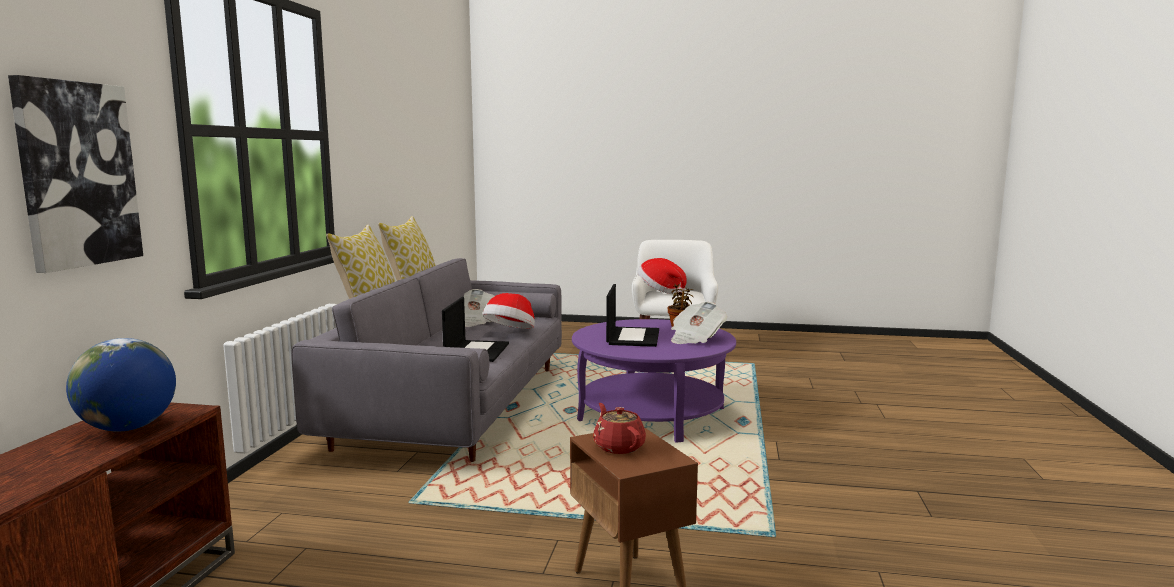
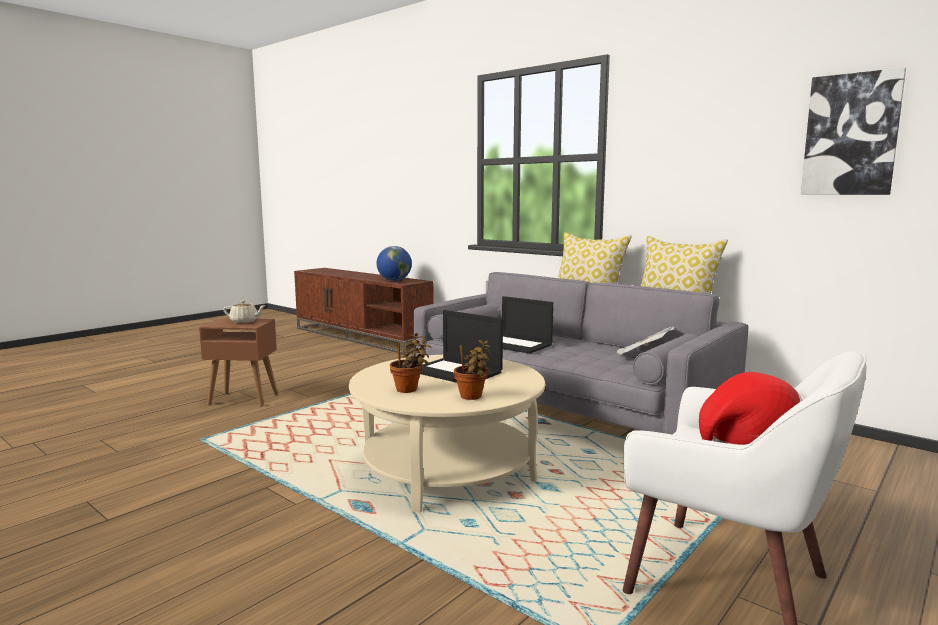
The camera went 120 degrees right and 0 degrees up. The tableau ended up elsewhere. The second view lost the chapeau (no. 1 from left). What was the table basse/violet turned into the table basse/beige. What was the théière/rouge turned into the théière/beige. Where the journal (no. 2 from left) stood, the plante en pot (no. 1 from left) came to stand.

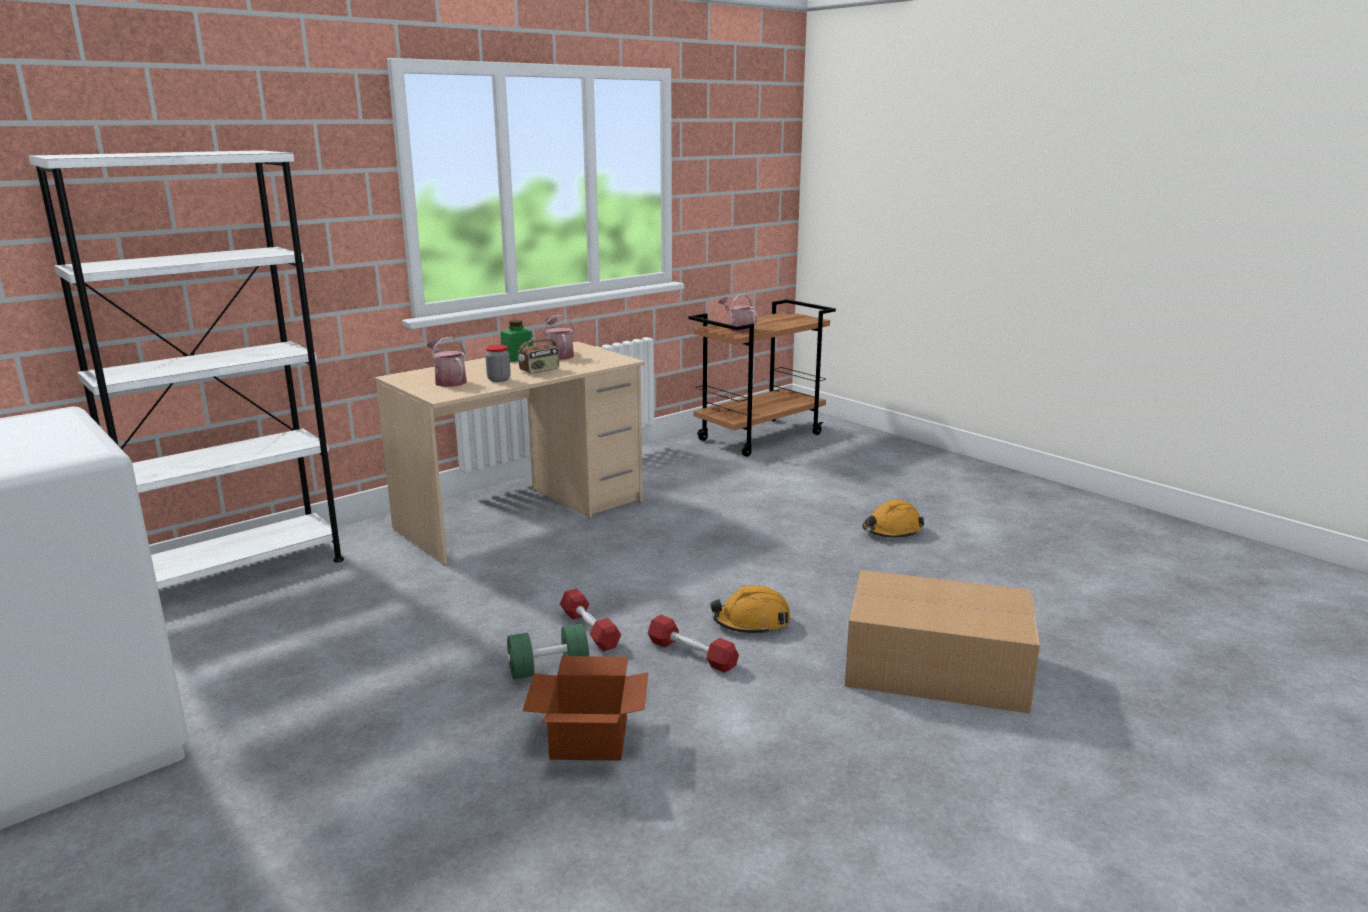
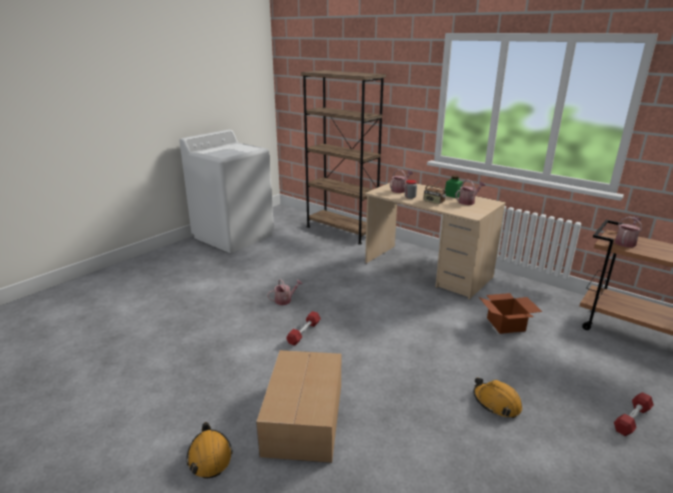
The camera went 80 degrees right and 5 degrees up. What was the bibliothèque/blanc turned into the bibliothèque/marron. Where the haltère/vert stood, the arrosoir (no. 1 from left) came to stand. The carton (no. 1 from left in the first image) ended up elsewhere. The haltère/rouge (no. 1 from left in the first image) ended up elsewhere. The casque de chantier/orange (no. 1 from left) ended up elsewhere.

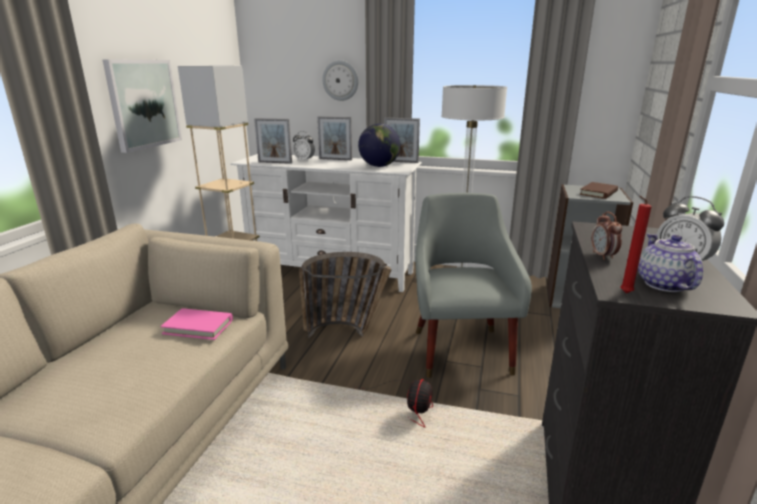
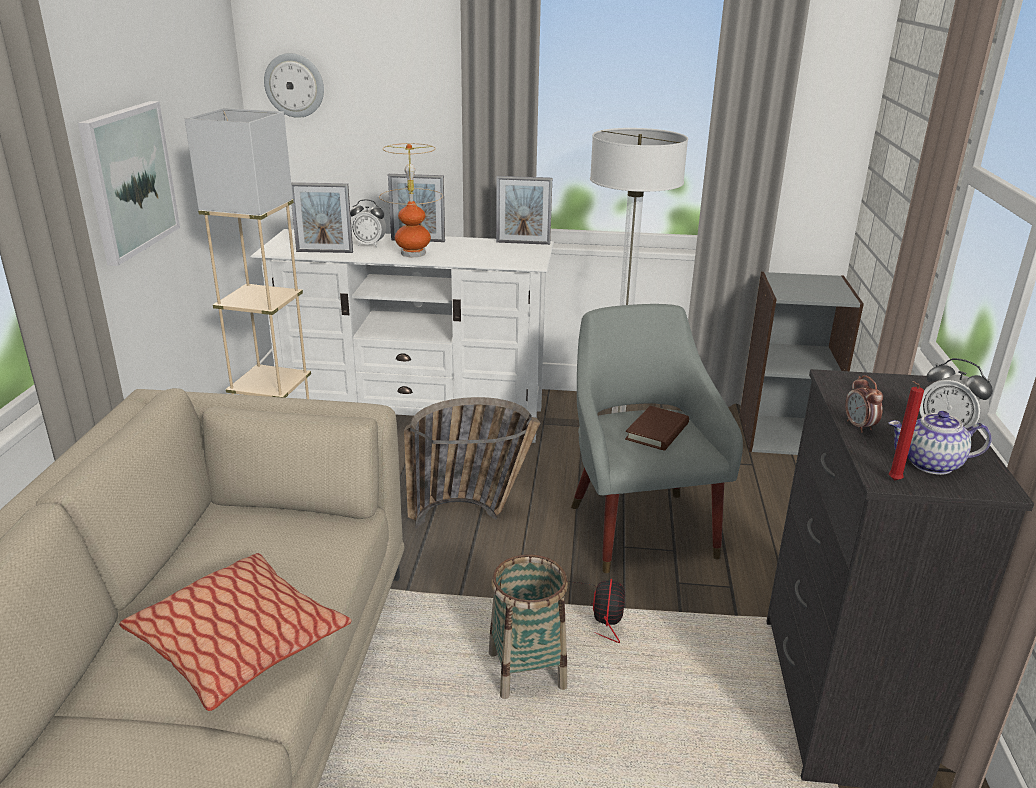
The camera went 10 degrees left and 5 degrees up. The second view lost the livre/rose. The horloge murale ended up elsewhere. The second view lost the globe. The livre/marron ended up elsewhere. The théière ended up facing another way, 75 degrees counterclockwise from before. The second view gained the coussin. The second view gained the lampe de table. The second view gained the panier (no. 2 from left).

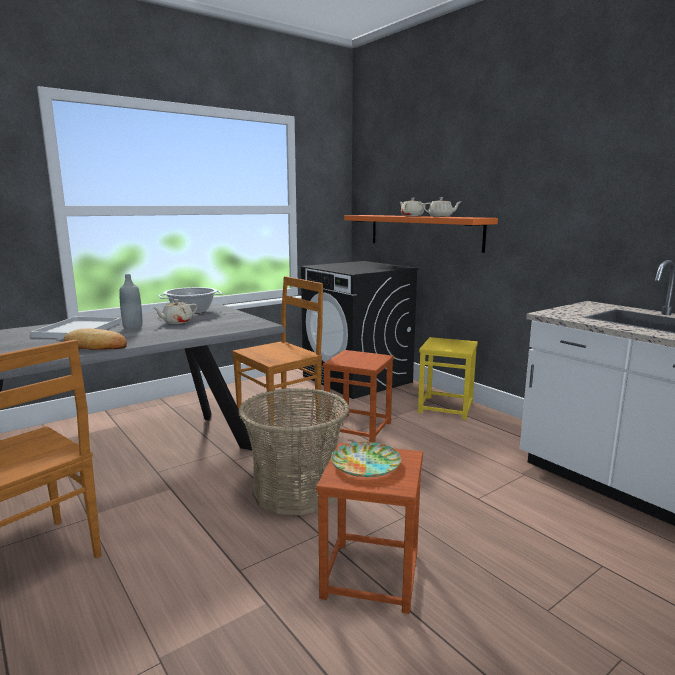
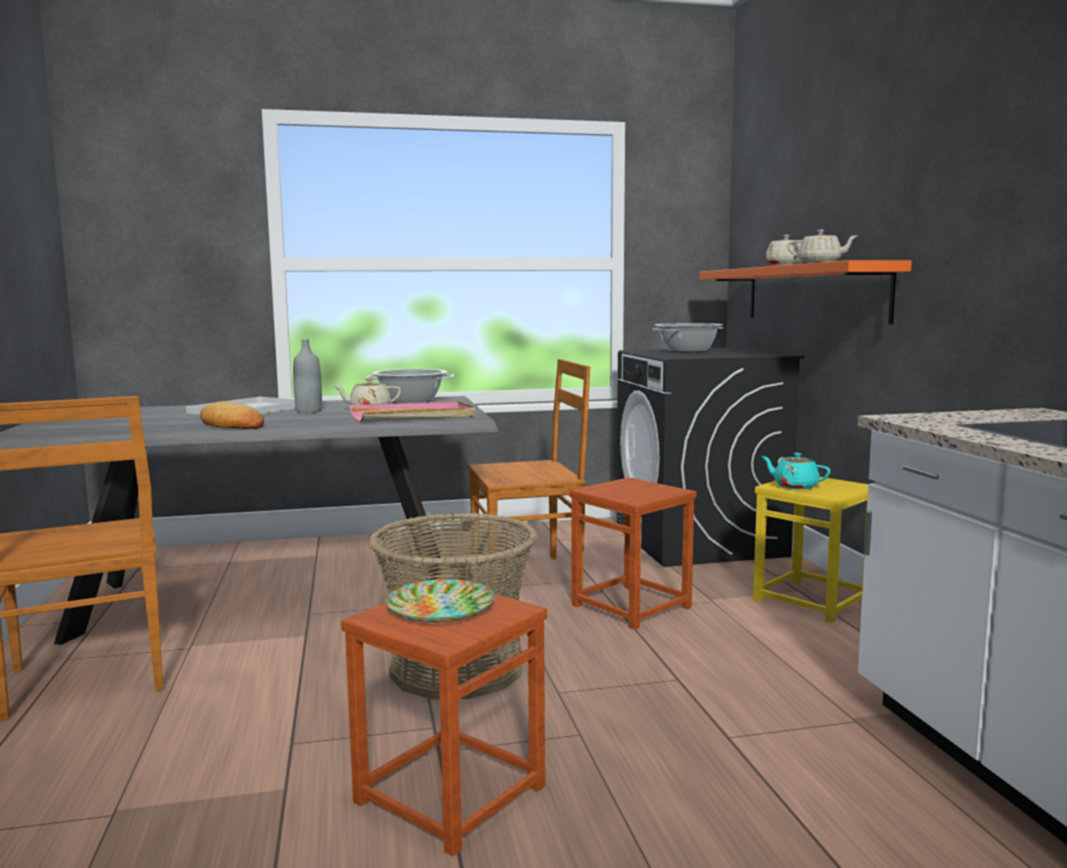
The camera went 25 degrees right and 5 degrees down. The second view gained the plateau/rose. The second view gained the marmite (no. 2 from left). The second view gained the théière/turquoise.

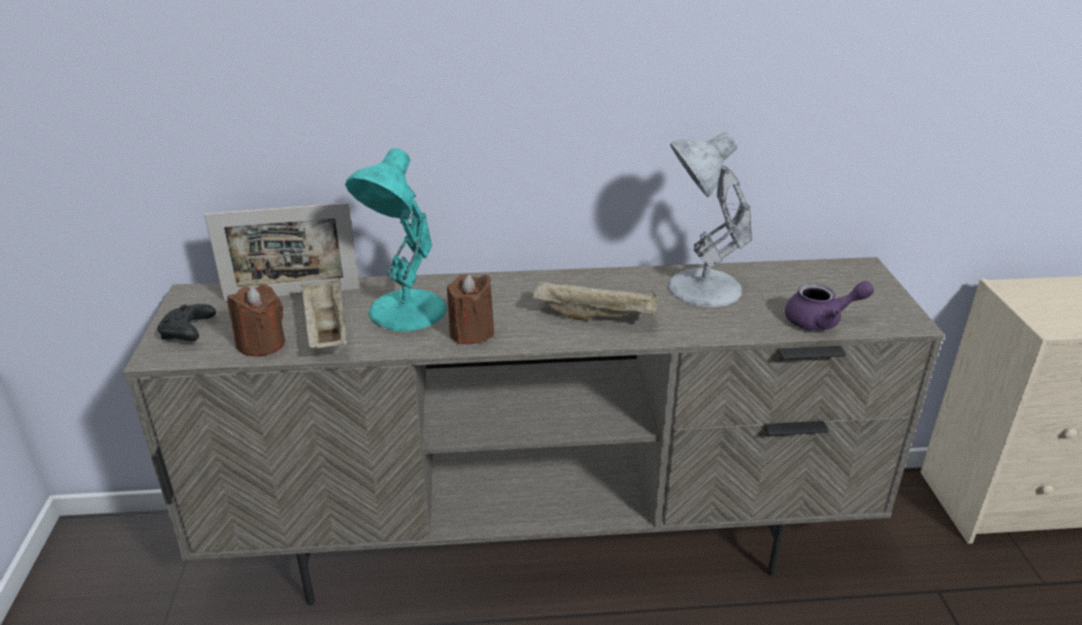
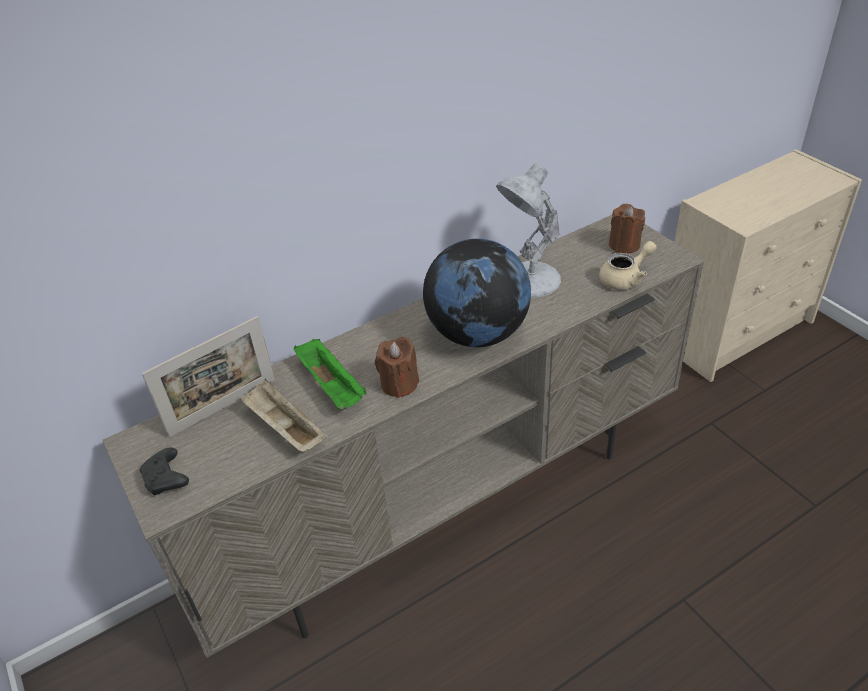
The camera went 25 degrees left and 10 degrees up. The bougie/marron (no. 1 from left in the first image) ended up elsewhere. Where the lampe de table/turquoise stood, the plateau/vert came to stand. Where the plateau/beige (no. 2 from left) stood, the globe came to stand. What was the théière/violet turned into the théière/beige.

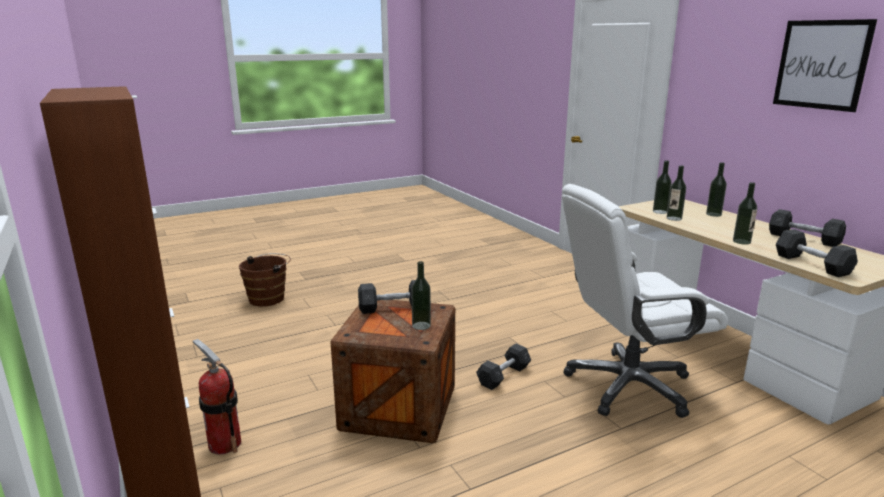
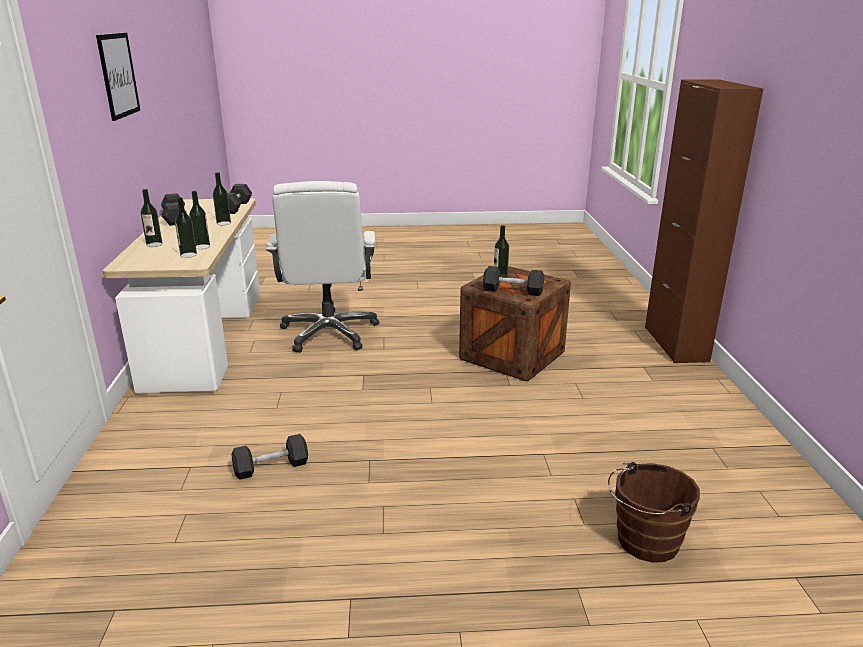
The camera went 155 degrees left and 5 degrees up. The second view lost the extincteur. The haltère/gris (no. 2 from left in the first image) ended up elsewhere. The chaise de bureau/blanc ended up facing another way, 75 degrees clockwise from before.

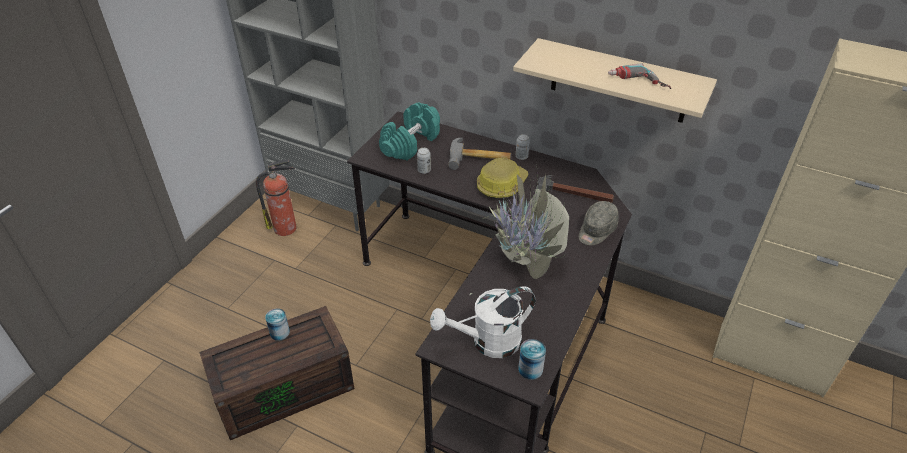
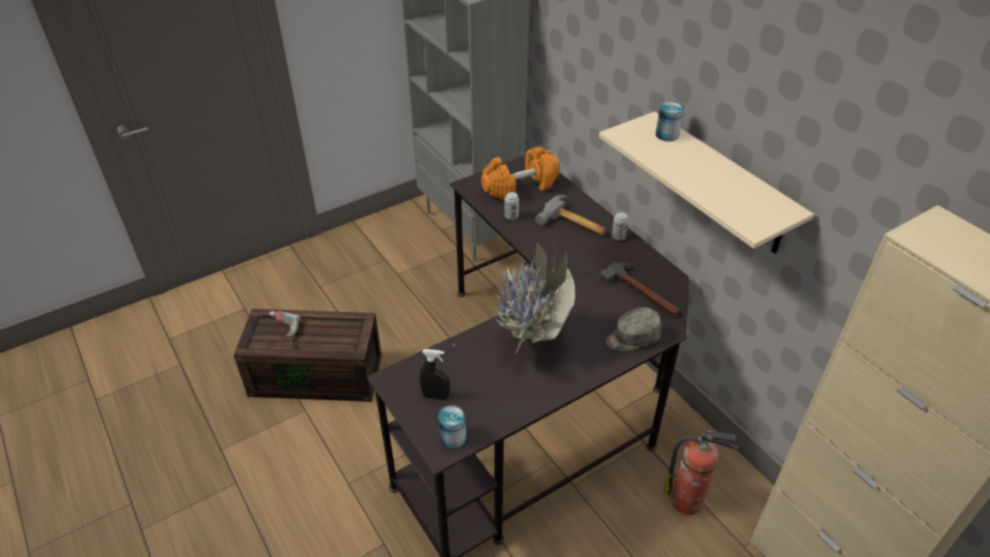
The camera went 30 degrees right and 0 degrees up. The extincteur ended up elsewhere. The boîte métallique (no. 1 from left in the first image) ended up elsewhere. What was the haltère/turquoise turned into the haltère/orange. Where the arrosoir/blanc stood, the vaporisateur/noir came to stand. The second view lost the casque de chantier. The perceuse ended up elsewhere.

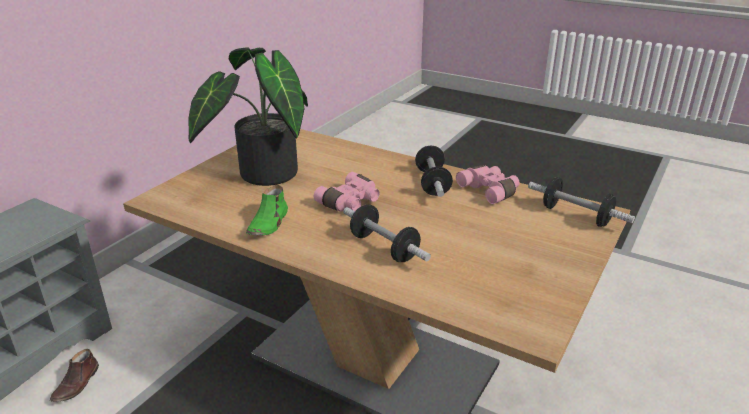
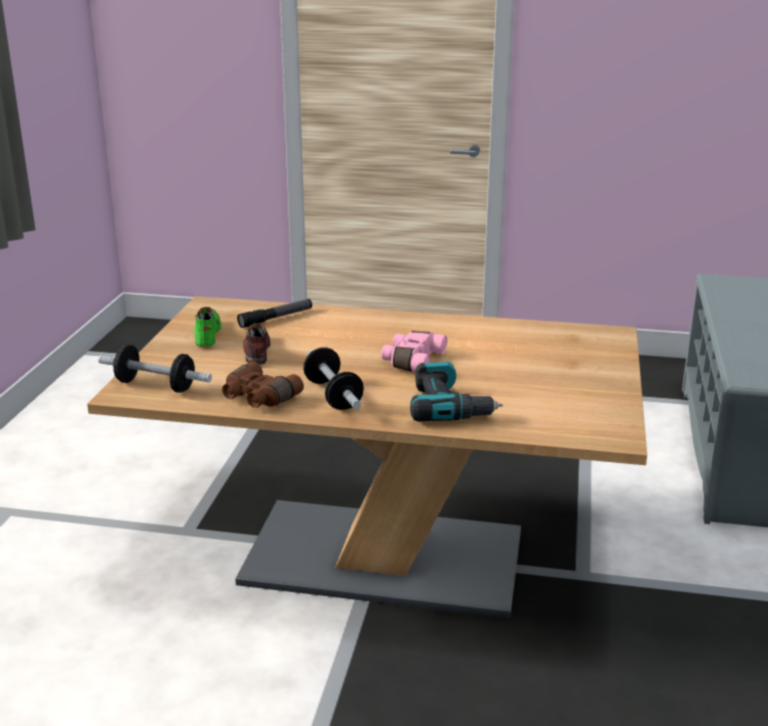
The camera went 160 degrees right and 5 degrees down. The chaussure/marron ended up elsewhere. The second view lost the plante en pot. The chaussure/vert ended up elsewhere. The second view lost the haltère (no. 1 from left). What was the jumelles/rose (no. 2 from left) turned into the jumelles/marron. The second view gained the lampe de poche. The second view gained the perceuse.

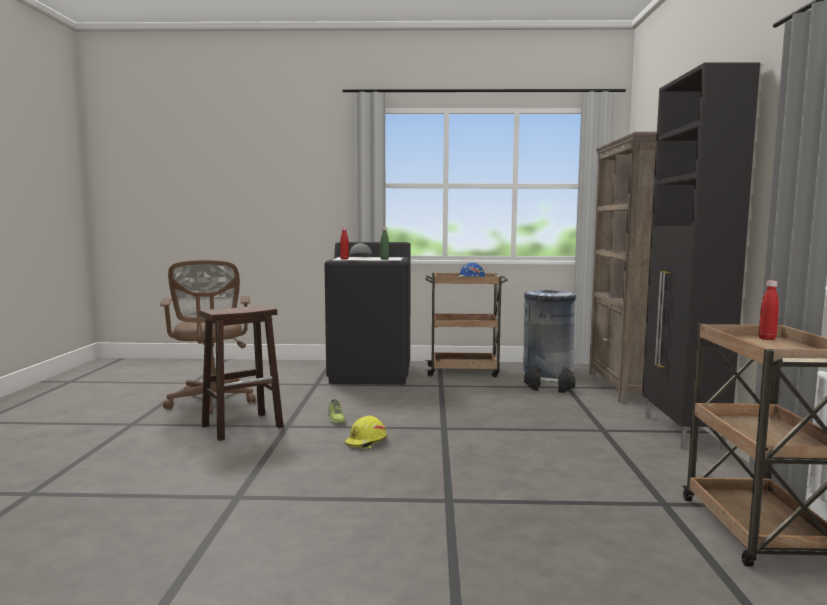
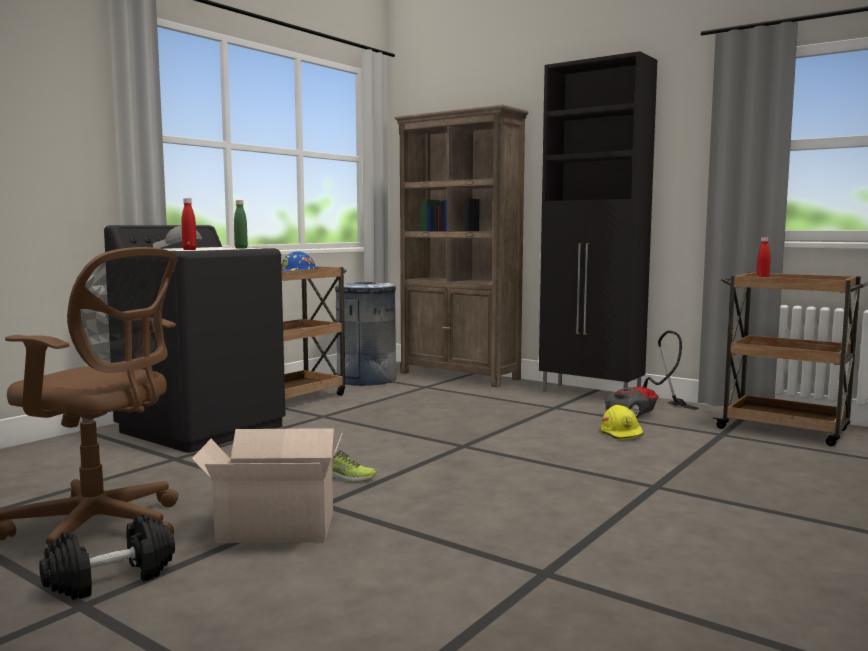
The camera went 55 degrees left and 0 degrees up. Where the tabouret/marron stood, the carton came to stand. The casque de chantier/jaune ended up elsewhere. The haltère/noir ended up elsewhere. The second view gained the aspirateur.

